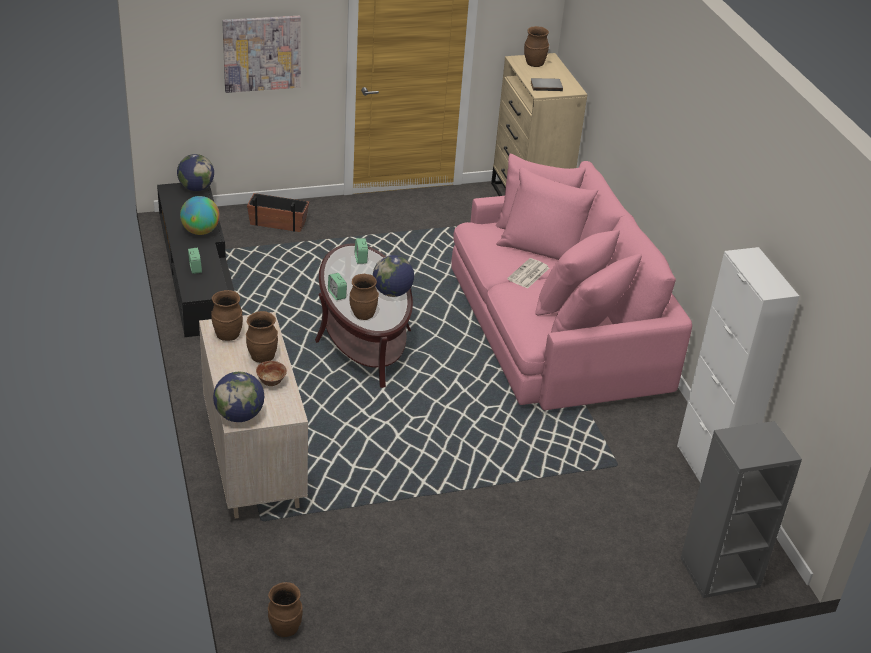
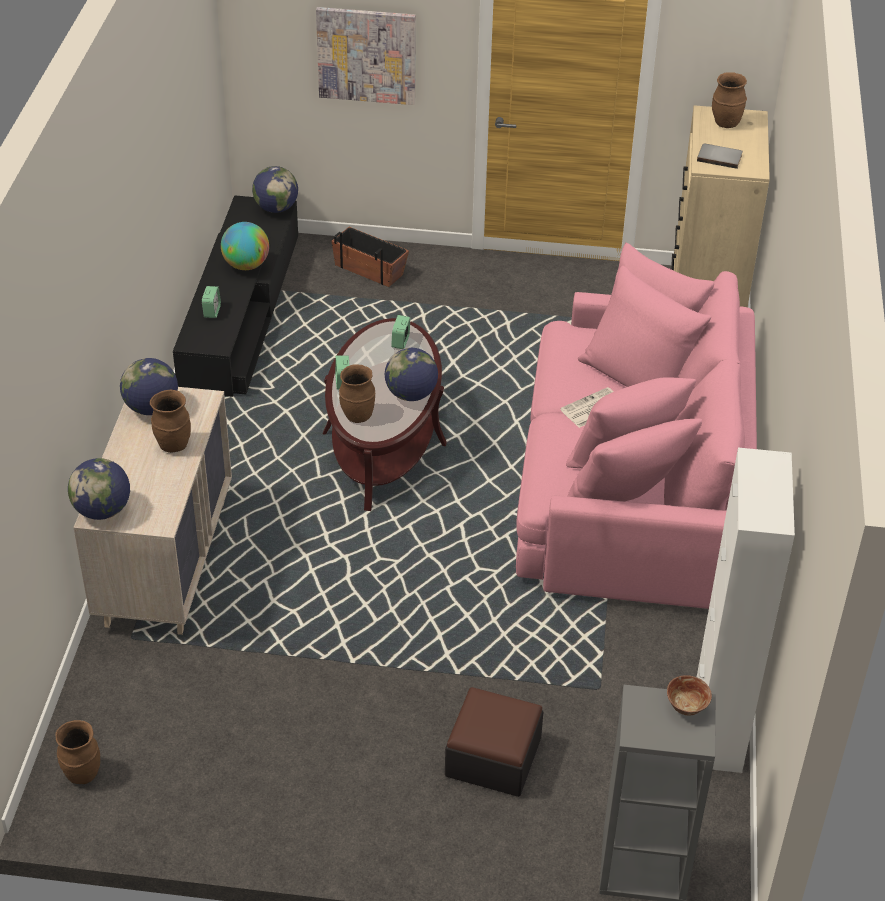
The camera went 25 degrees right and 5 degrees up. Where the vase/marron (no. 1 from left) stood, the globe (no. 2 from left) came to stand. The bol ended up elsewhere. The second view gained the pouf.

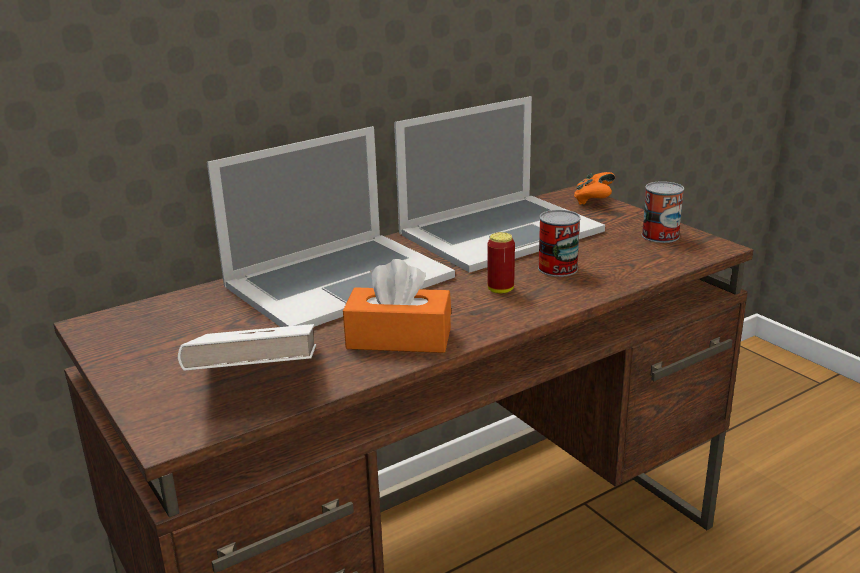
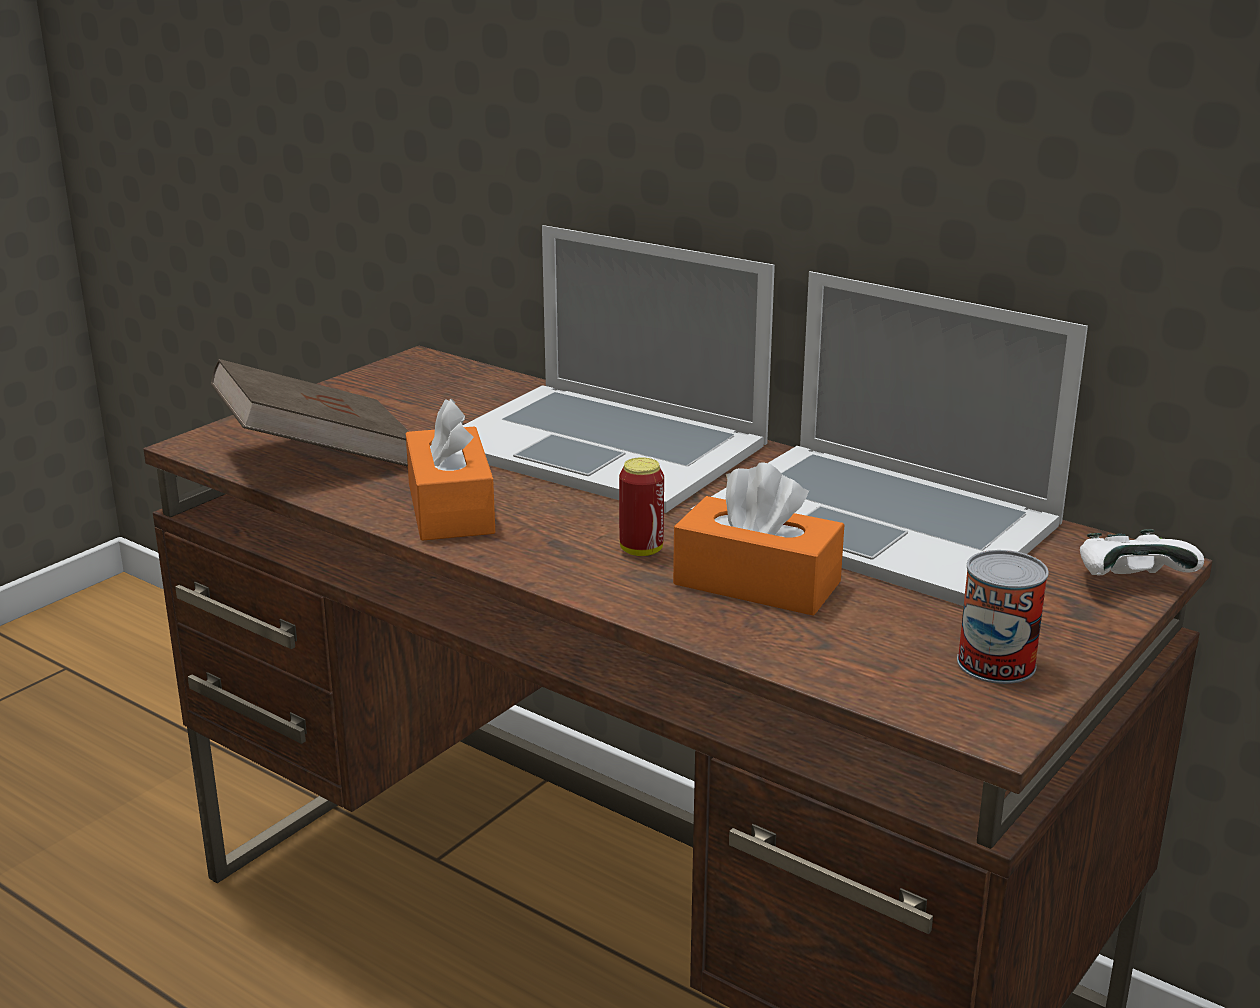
The camera went 70 degrees right and 0 degrees up. What was the livre/blanc turned into the livre/marron. Where the boîte métallique (no. 2 from left) stood, the boîte à mouchoirs/orange (no. 2 from left) came to stand. What was the manette/orange turned into the manette/blanc.

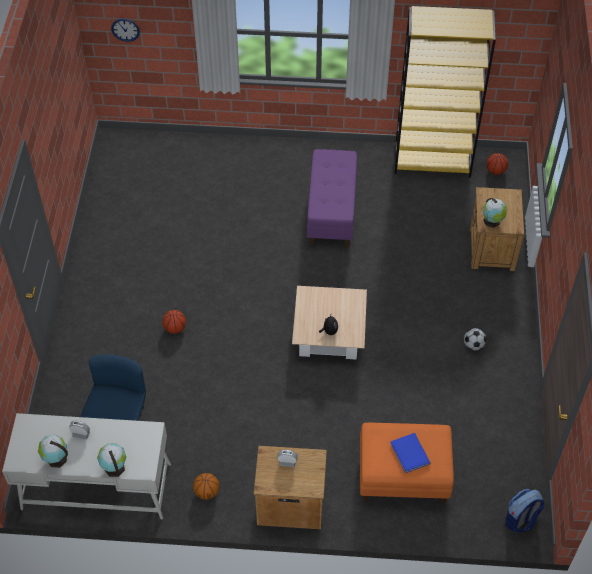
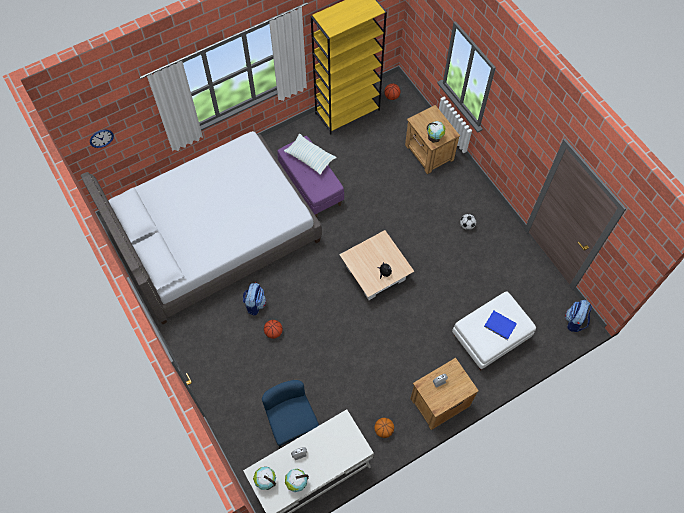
The camera went 35 degrees left and 10 degrees up. The globe (no. 2 from left in the first image) ended up elsewhere. What was the pouf/orange turned into the pouf/blanc. The second view gained the lit/gris. The second view gained the sac à dos (no. 1 from left). The second view gained the coussin.

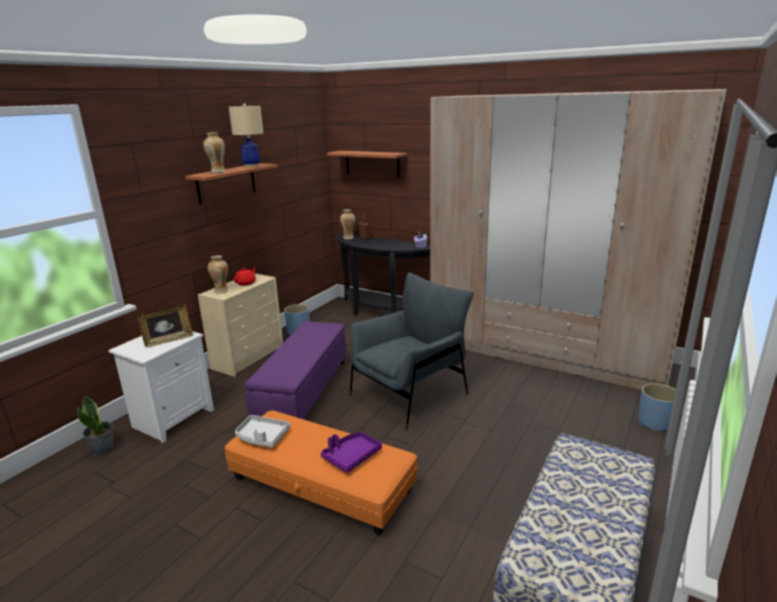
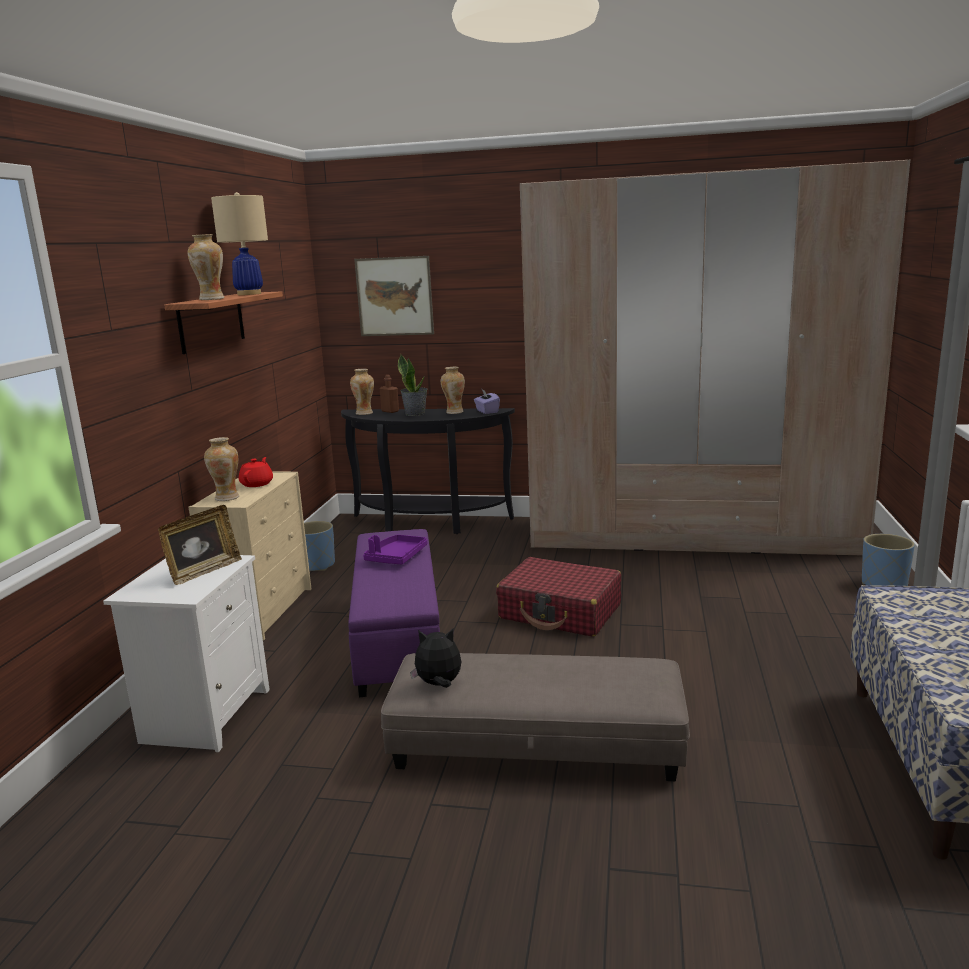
The camera went 20 degrees left and 5 degrees down. The plante en pot ended up elsewhere. What was the pouf/orange turned into the pouf/gris. Where the plateau/gris stood, the peluche came to stand. The plateau/violet ended up elsewhere. Where the étagère (no. 2 from left) hung, the tableau came to hang. Where the fauteuil/gris stood, the valise/rouge came to stand. The second view gained the vase (no. 4 from left).

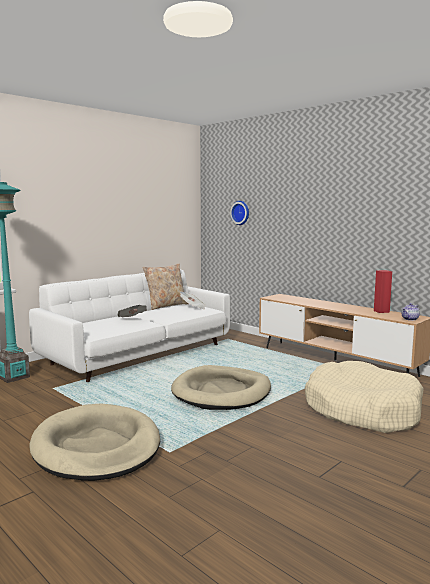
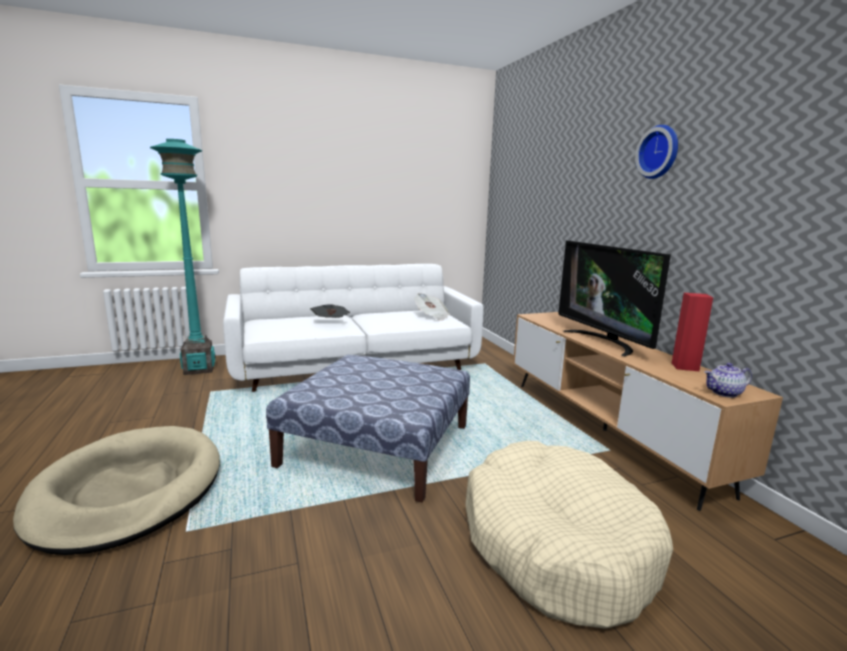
The camera went 25 degrees right and 5 degrees up. The second view lost the coussin/beige. Where the panier pour chien/beige (no. 2 from left) stood, the pouf came to stand. The horloge murale ended up elsewhere. The second view gained the téléviseur.

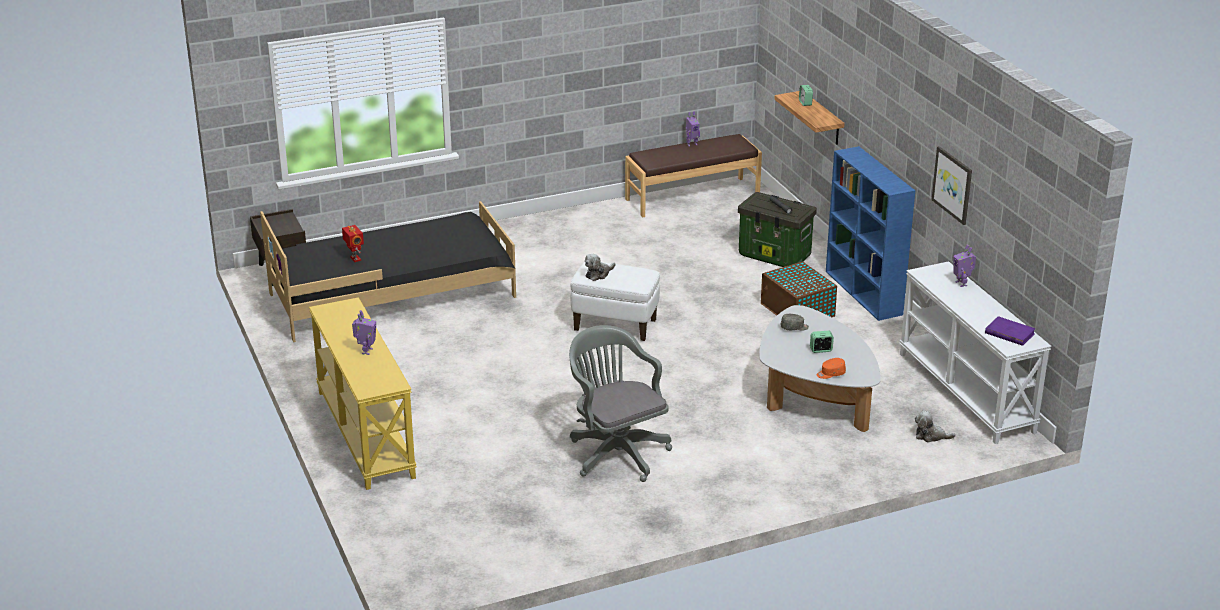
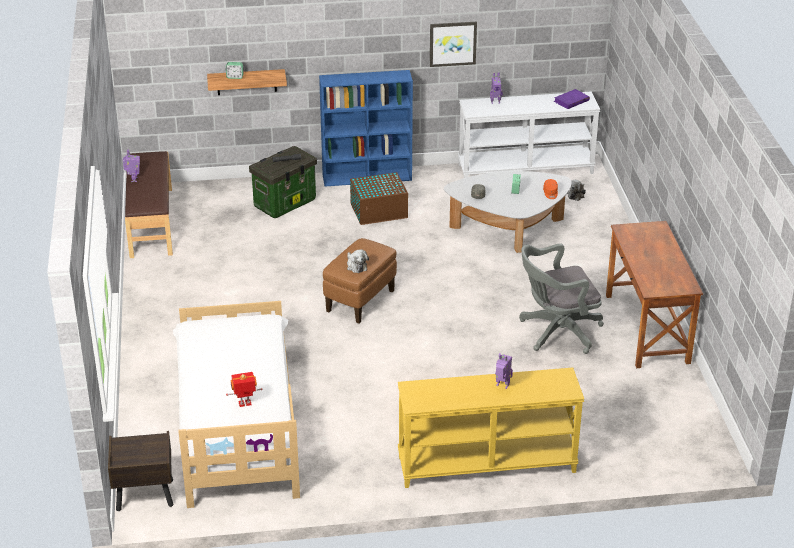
The camera went 75 degrees left and 5 degrees up. What was the lit/noir turned into the lit/blanc. What was the pouf/blanc turned into the pouf/marron. The second view gained the bureau/marron.

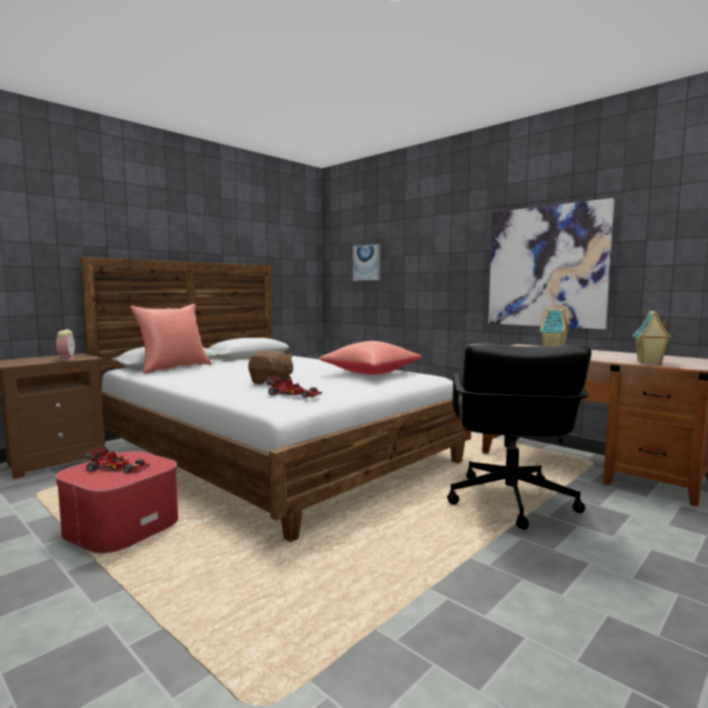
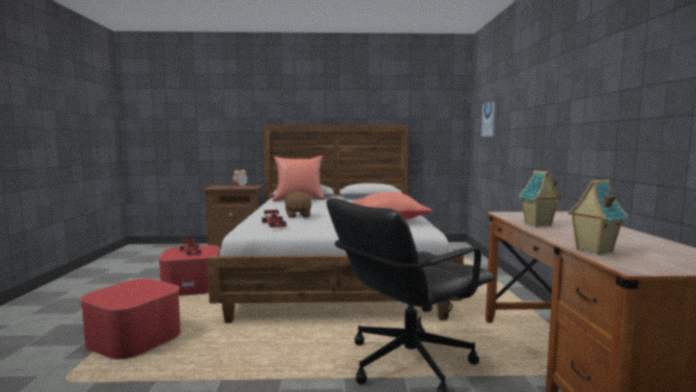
The camera went 45 degrees right and 0 degrees up. The second view lost the tableau (no. 2 from left). The second view gained the pouf (no. 1 from left).

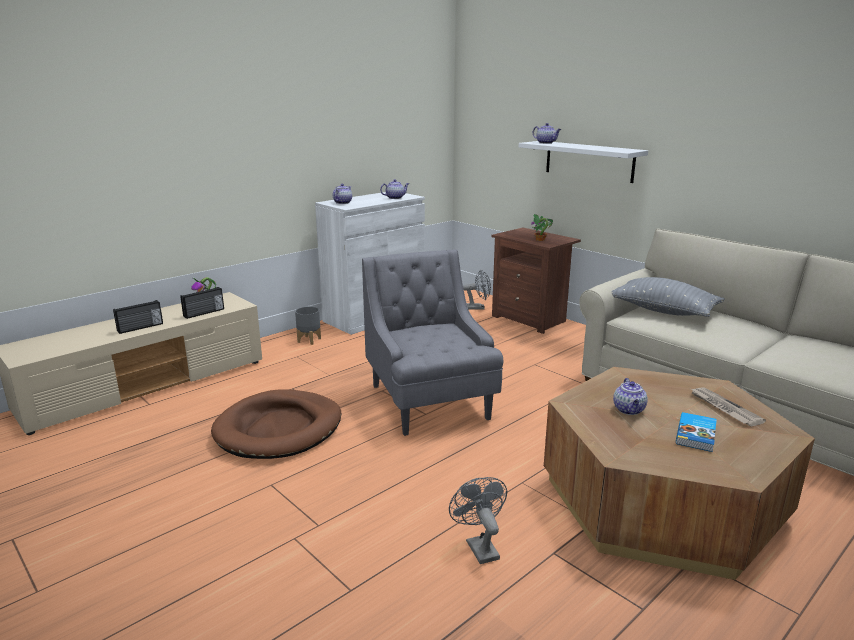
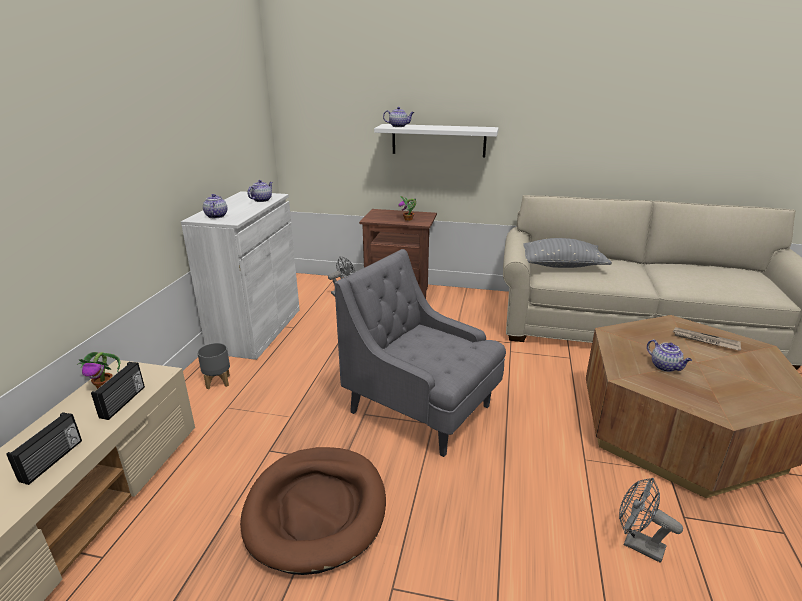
The camera went 35 degrees left and 5 degrees up. The second view lost the livre.

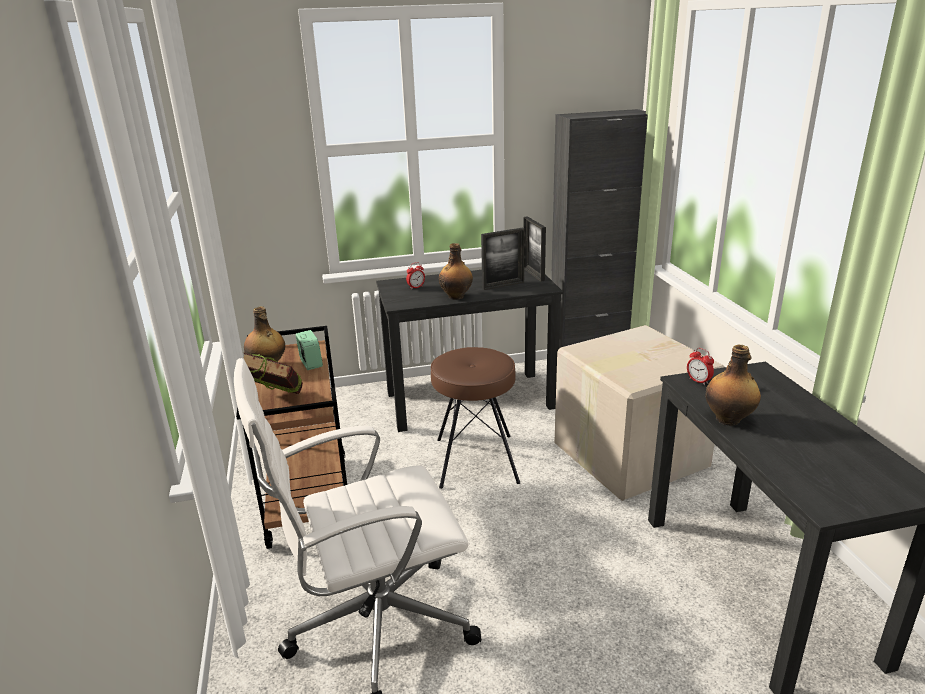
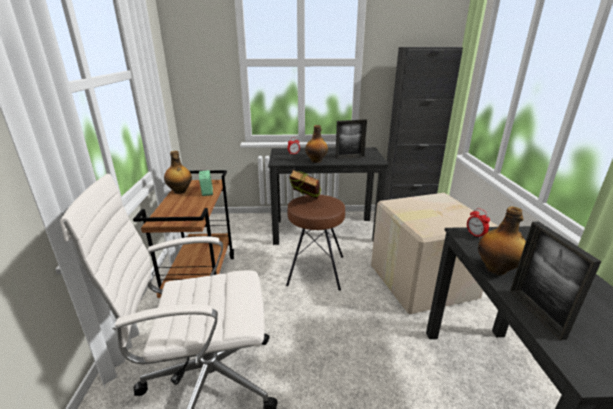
The camera went 10 degrees right and 0 degrees up. The livre ended up elsewhere. The cadre photo (no. 2 from left) ended up elsewhere.

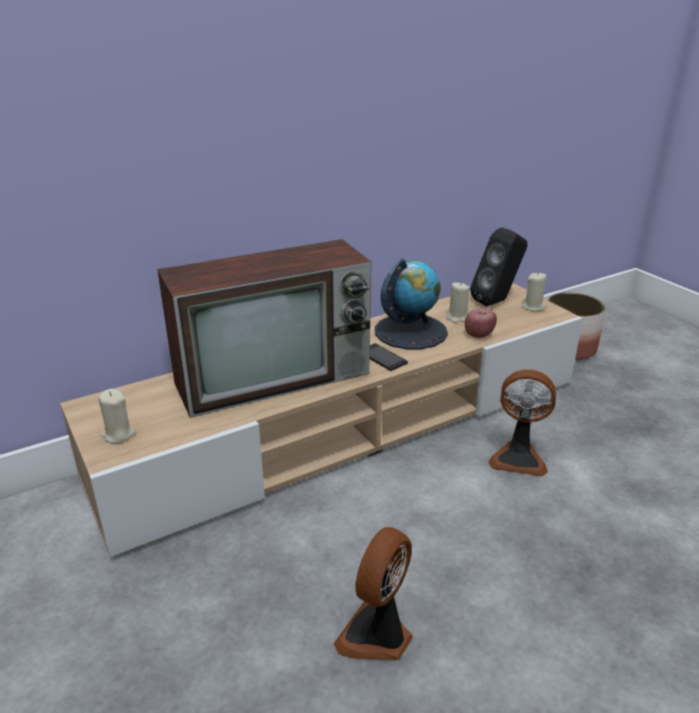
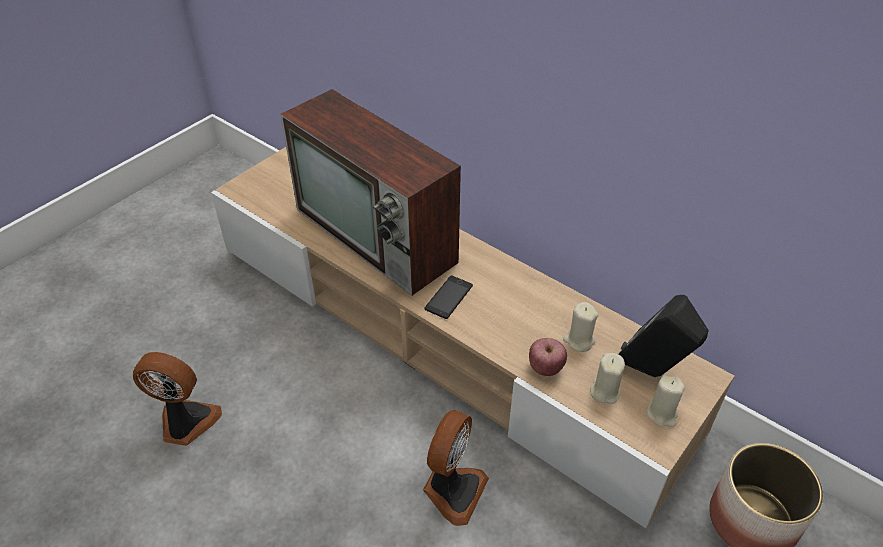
The camera went 70 degrees right and 15 degrees up. The bougie/beige (no. 1 from left in the first image) ended up elsewhere. The second view lost the globe. The ventilateur (no. 2 from left) ended up facing another way, 150 degrees counterclockwise from before.

